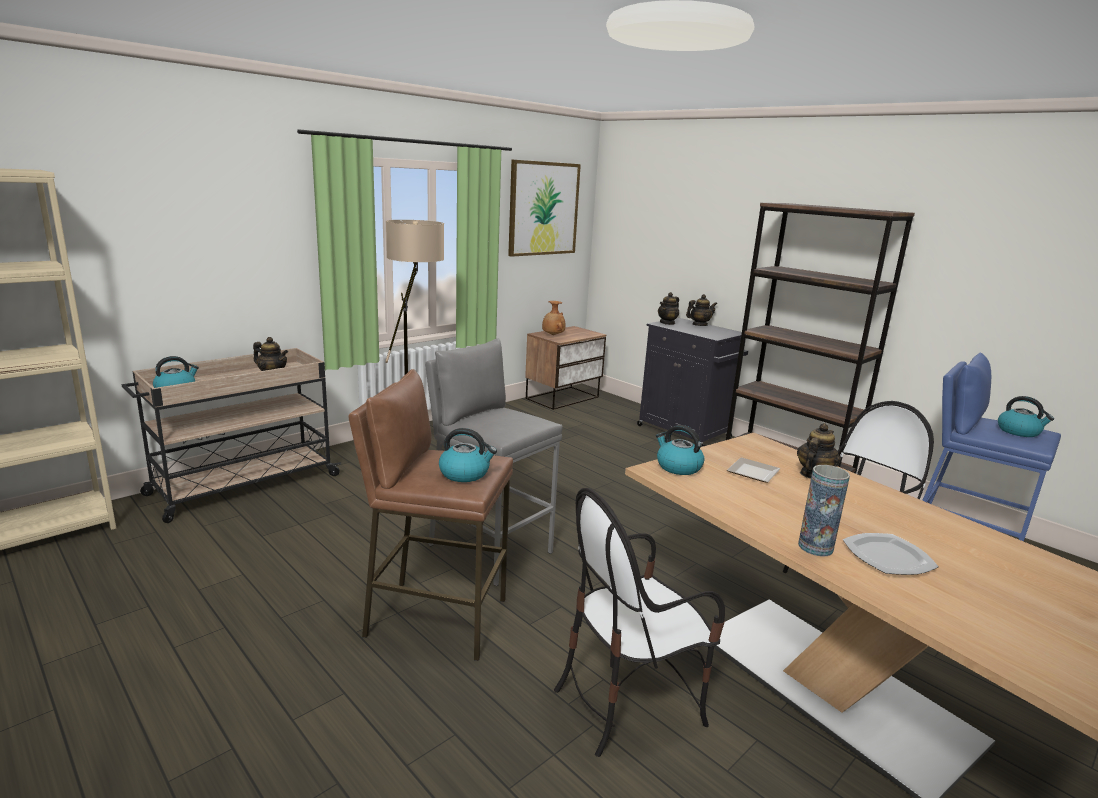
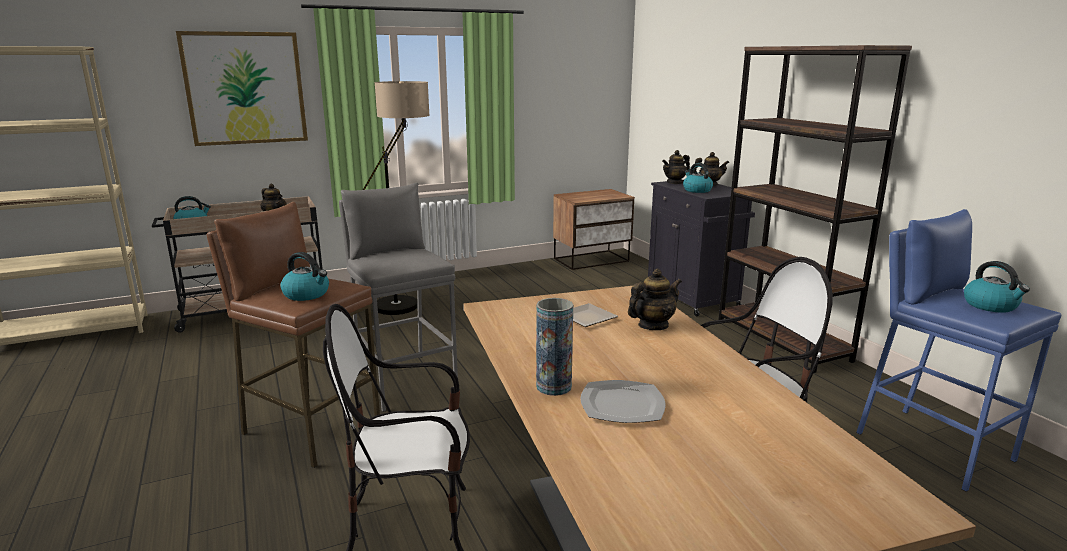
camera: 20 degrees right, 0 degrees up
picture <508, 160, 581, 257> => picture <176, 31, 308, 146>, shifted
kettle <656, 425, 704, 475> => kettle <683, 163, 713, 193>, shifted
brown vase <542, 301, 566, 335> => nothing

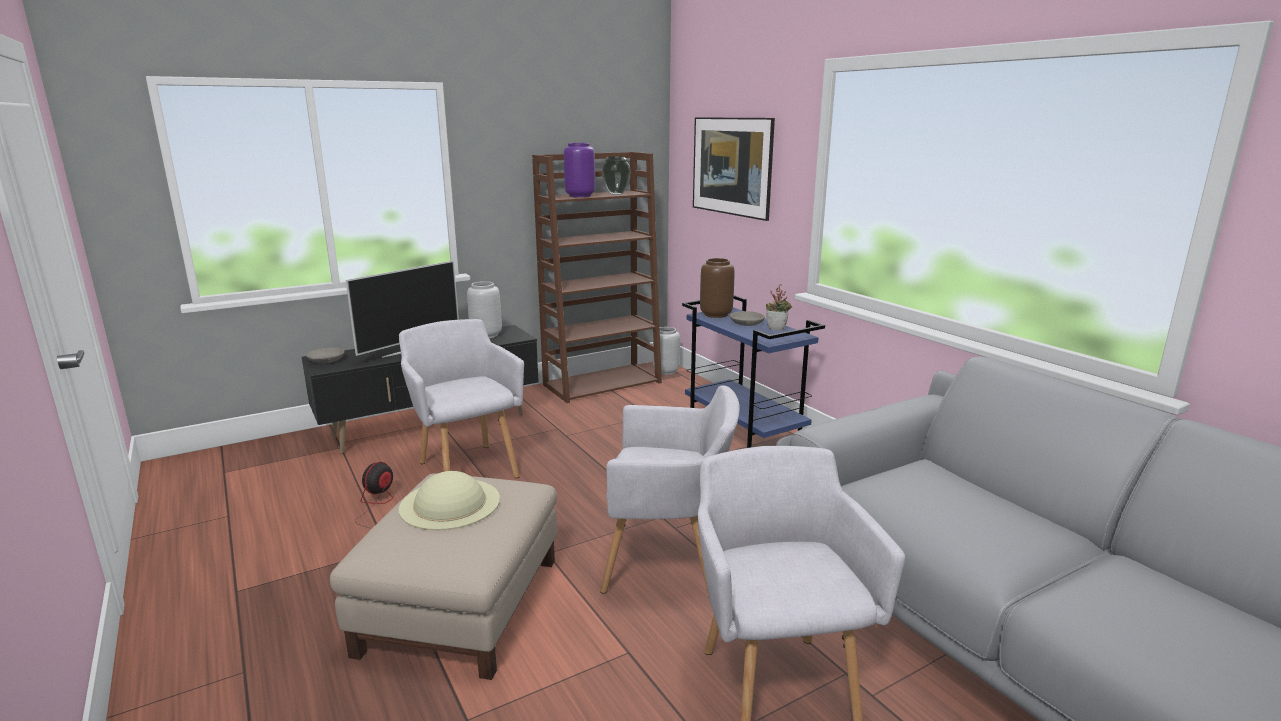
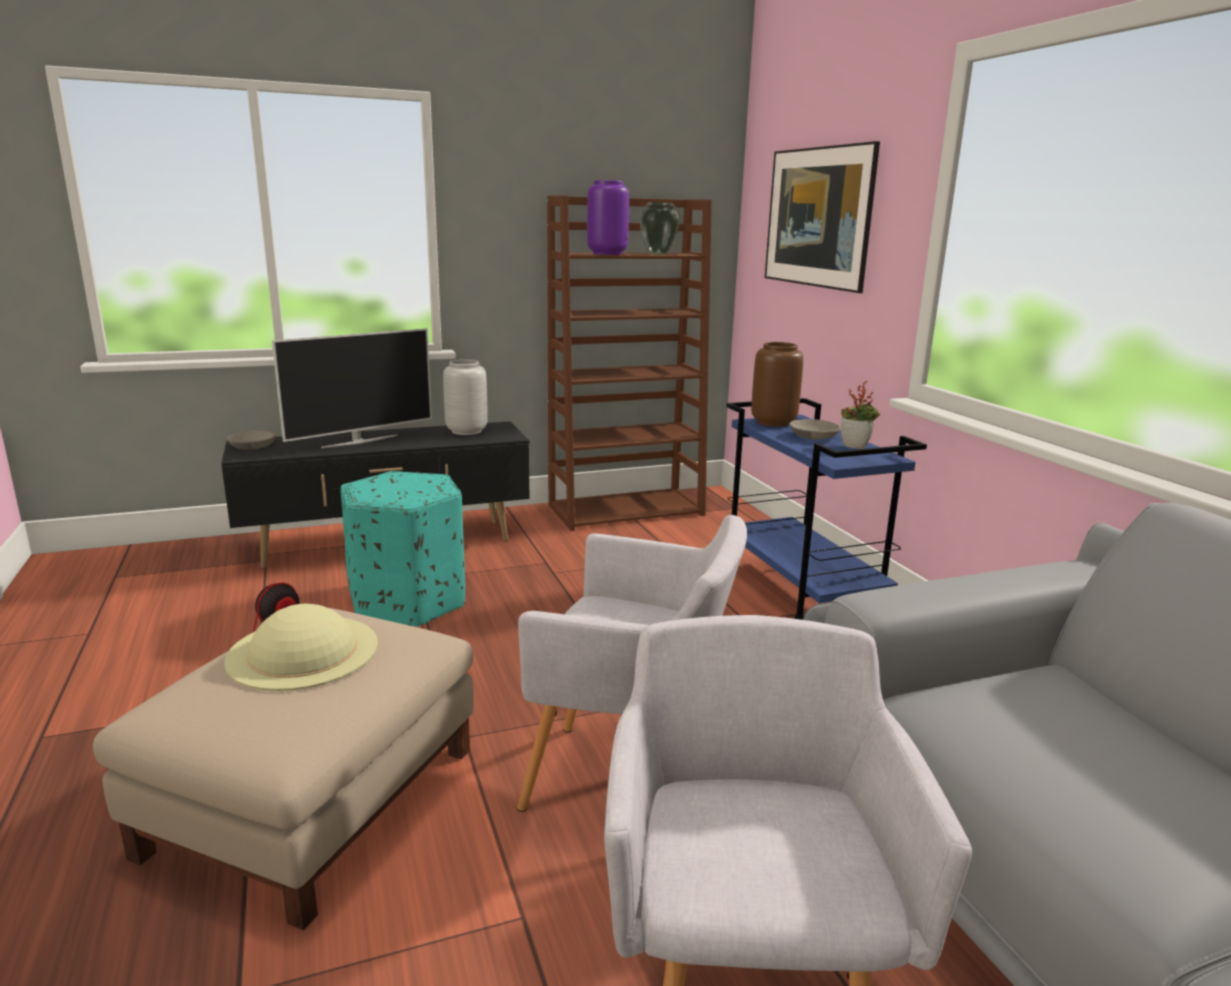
camera: 10 degrees right, 0 degrees up
grey armchair <399, 319, 524, 478> => turquoise ottoman <340, 471, 465, 627>
grey vase <653, 327, 680, 375> => nothing

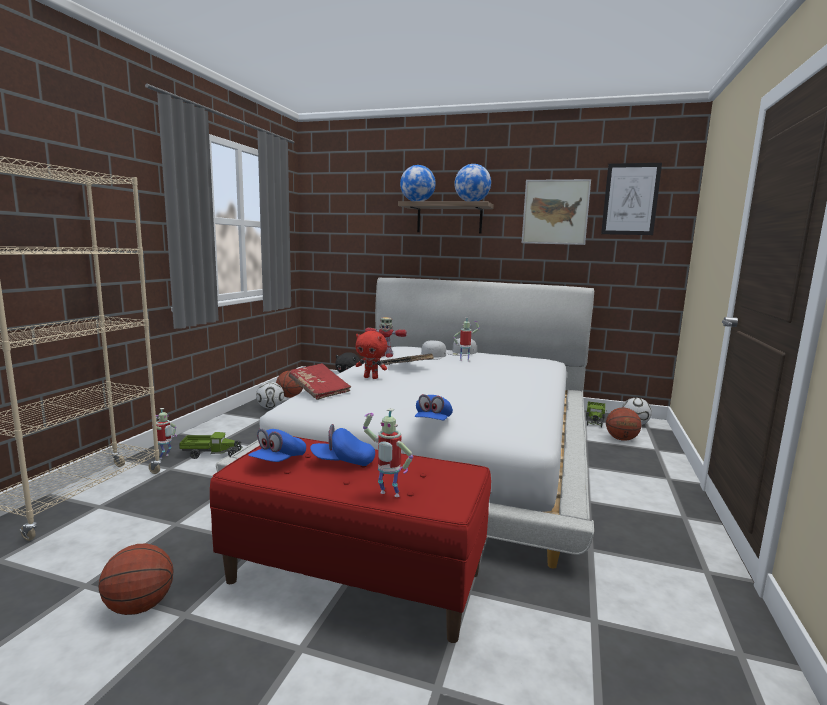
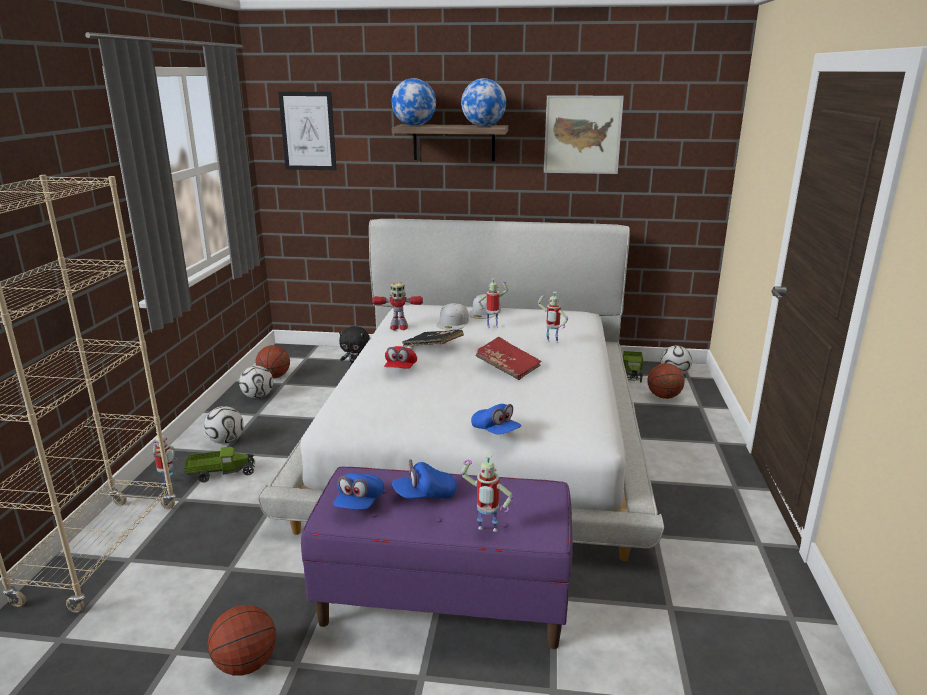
camera: 10 degrees left, 10 degrees up
nothing => football <204, 406, 244, 444>
picture <601, 163, 662, 235> => picture <278, 92, 336, 170>, shifted
red bench <210, 436, 491, 643> => purple bench <301, 467, 573, 649>
red plush toy <356, 331, 387, 379> => red cap <384, 346, 417, 369>
blue cap <415, 394, 453, 420> => blue cap <471, 404, 521, 434>, 45 degrees counterclockwise
red book <289, 363, 351, 400> => red book <476, 337, 541, 380>, shifted
nothing => toy robot <538, 292, 568, 343>

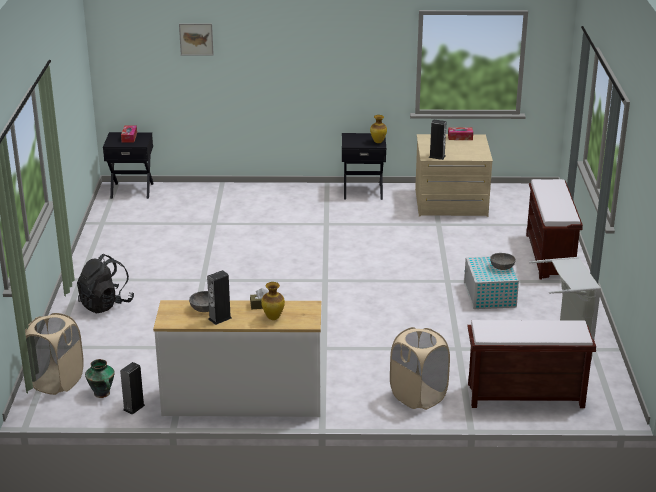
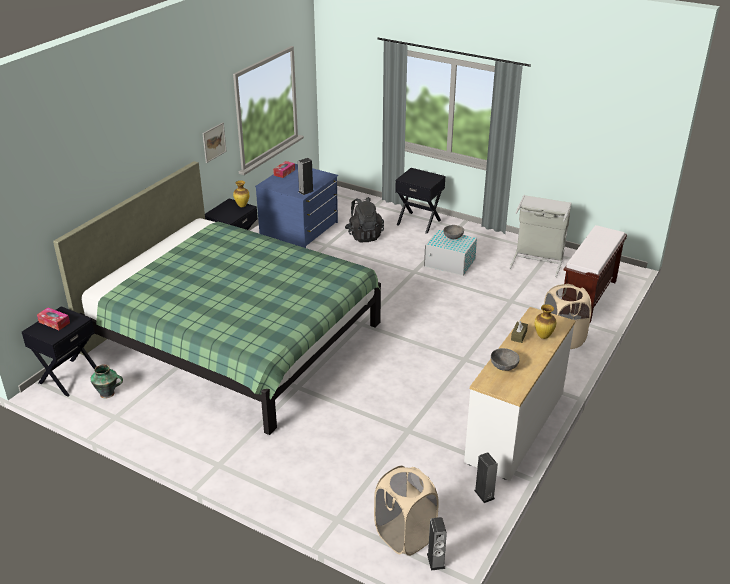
camera: 60 degrees left, 5 degrees up
nothing => green bed <53, 161, 381, 435>
vase <85, 359, 115, 398> => vase <90, 364, 123, 398>, shifted
picture <179, 23, 214, 56> => picture <202, 122, 227, 163>, shifted
beige dresser <415, 134, 493, 217> => blue dresser <255, 164, 338, 248>
black backpack <77, 254, 134, 314> => black backpack <345, 197, 384, 242>, shifted
brown bench <526, 179, 583, 280> => black nightstand <395, 168, 446, 234>
speaker <207, 270, 232, 325> => speaker <427, 517, 447, 571>, shifted

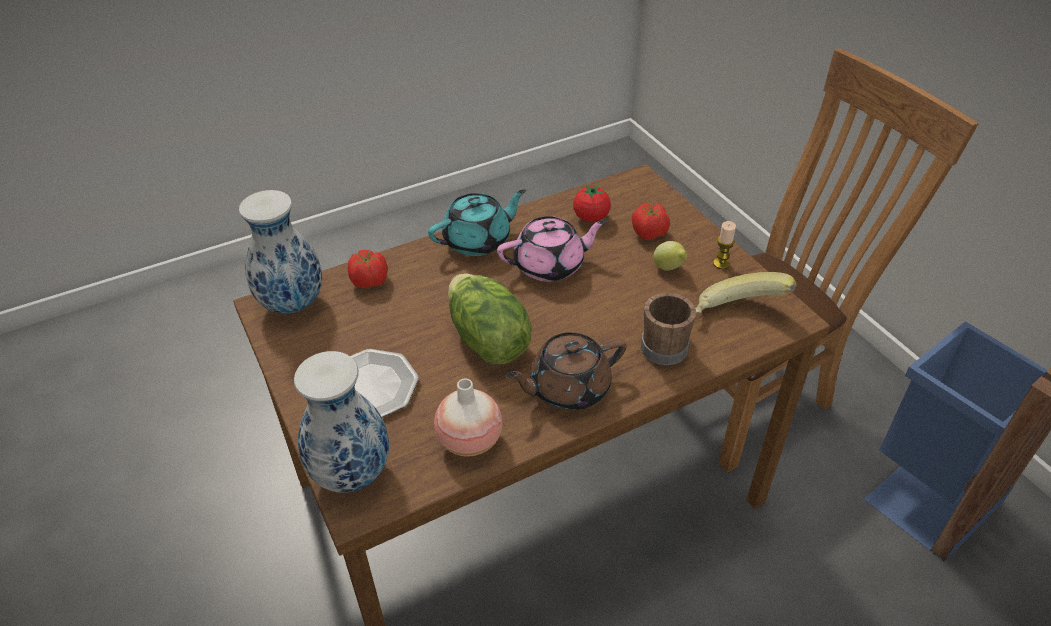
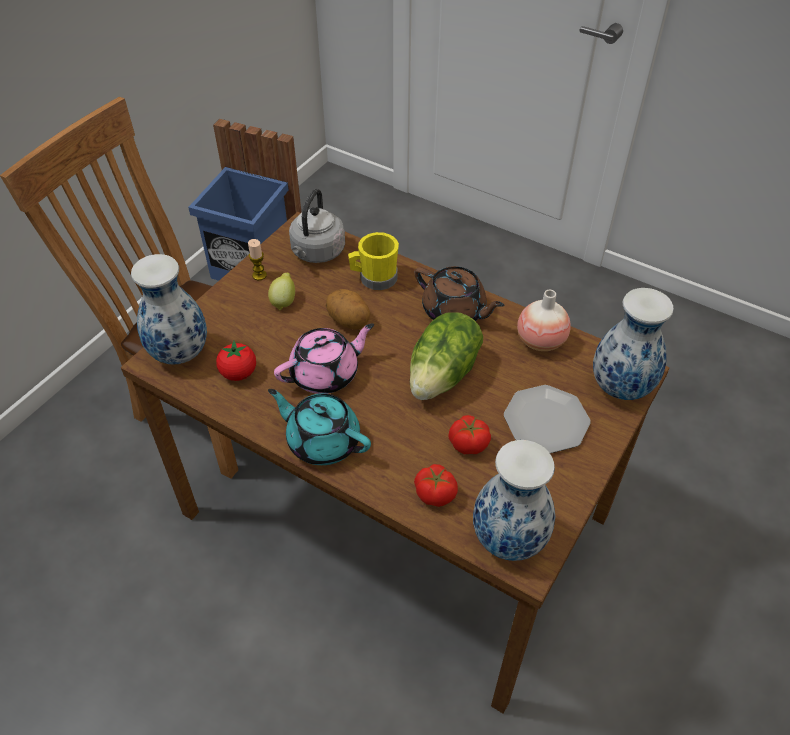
camera: 120 degrees left, 5 degrees up
nothing => vase <131, 254, 207, 365>
pink teapot <497, 216, 607, 282> => pink teapot <274, 324, 374, 394>, 105 degrees clockwise
banana <695, 272, 797, 314> => grey kettle <289, 189, 345, 263>
nothing => potato <326, 289, 370, 330>
brown mug <641, 293, 696, 365> => yellow mug <348, 232, 399, 290>
tomato <632, 203, 670, 240> => tomato <448, 415, 491, 454>, shifted

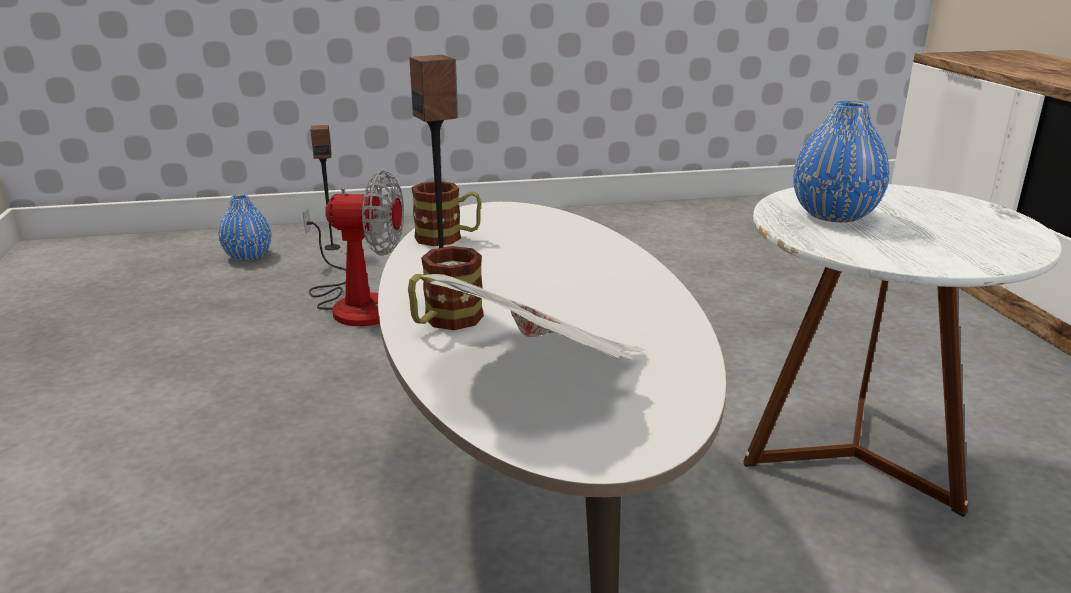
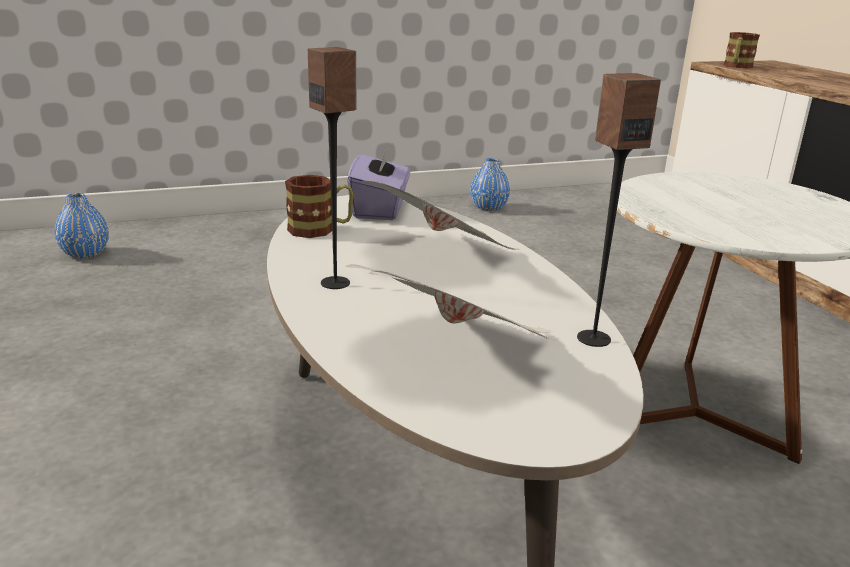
camera: 10 degrees left, 0 degrees up
nothing => purple tissue box <347, 142, 410, 220>
nothing => newspaper <359, 180, 521, 250>
blue vase <793, 101, 889, 223> => blue vase <470, 158, 510, 211>, shifted
speaker <311, 125, 340, 250> => speaker <577, 73, 661, 347>, shifted
mug <408, 246, 484, 330> => mug <724, 32, 760, 68>, shifted
fan <303, 171, 404, 326> => nothing

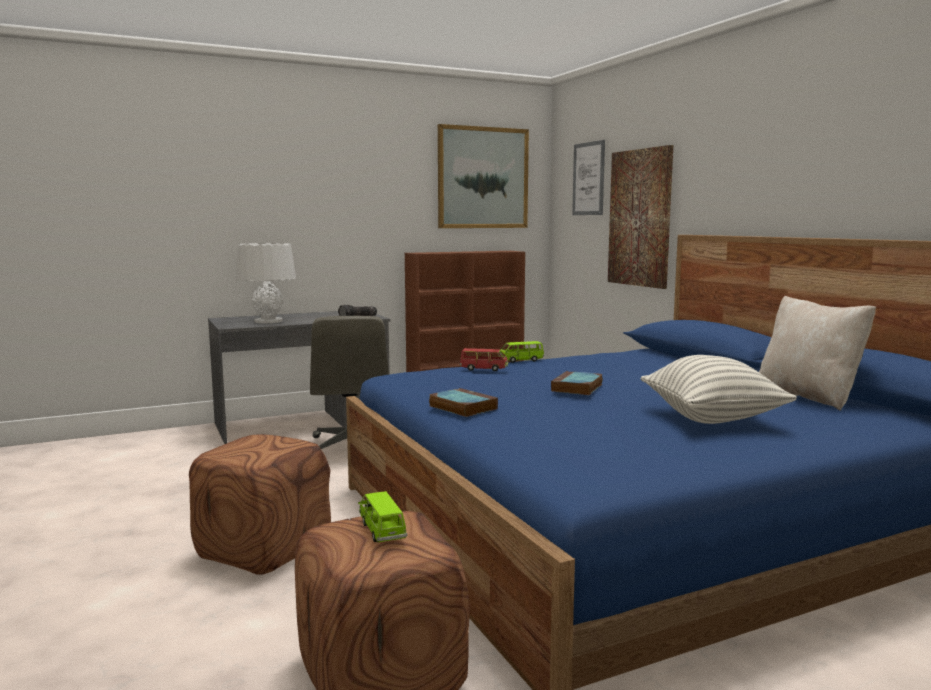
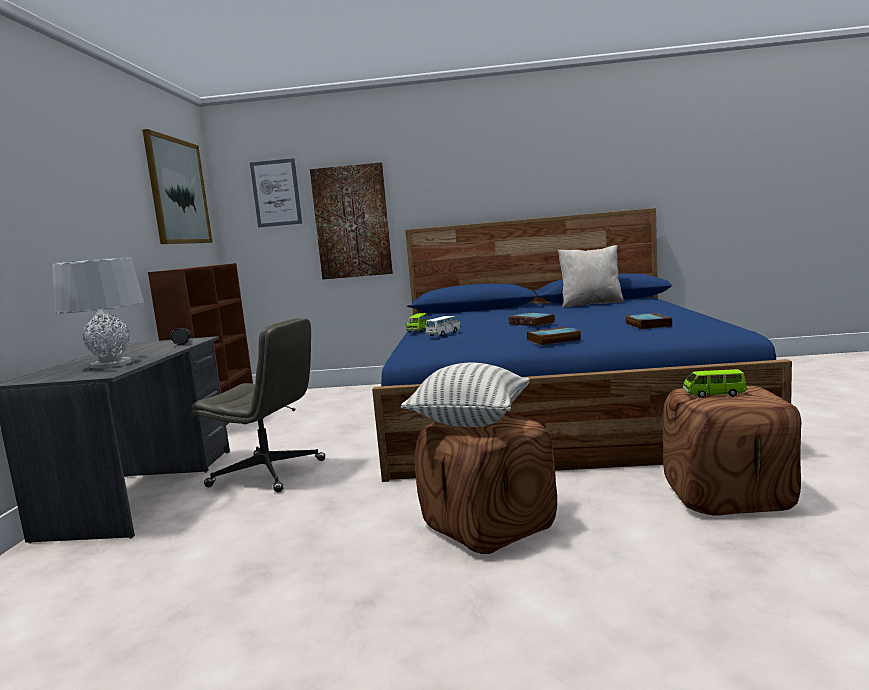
camera: 60 degrees left, 0 degrees up
pillow <640, 355, 797, 424> => pillow <401, 363, 530, 427>, shifted
red toy car <460, 348, 508, 371> => white toy car <425, 316, 461, 336>
nothing => book <626, 313, 672, 329>

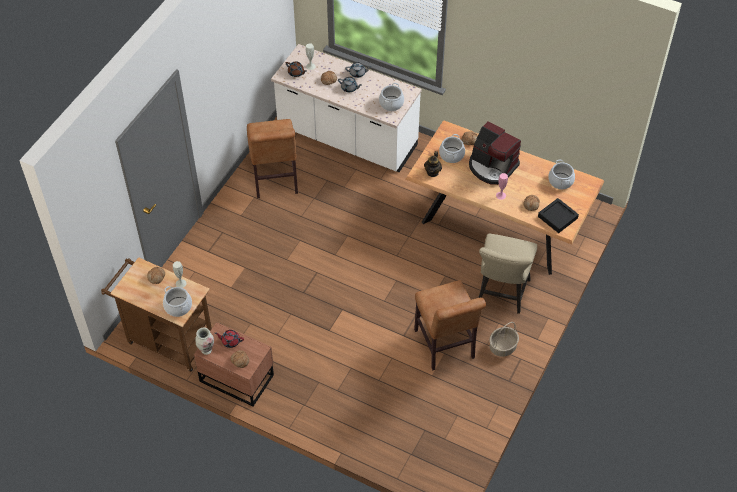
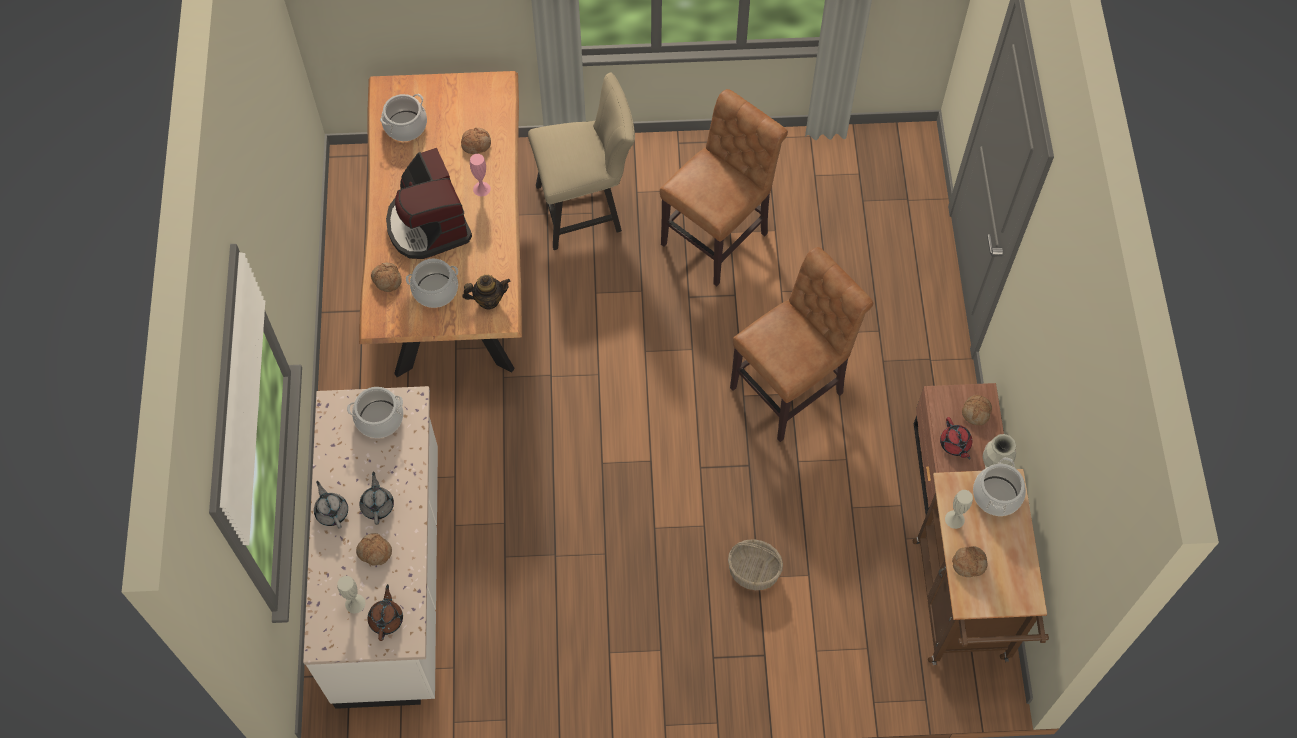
camera: 120 degrees left, 10 degrees up
coffee machine <469, 121, 521, 185> => coffee machine <386, 148, 472, 259>, 150 degrees clockwise
basket <489, 322, 519, 357> => basket <728, 539, 783, 590>, shifted
brown chair <247, 119, 298, 198> => brown chair <730, 247, 873, 442>, shifted
black tray <538, 198, 579, 233> => nothing

